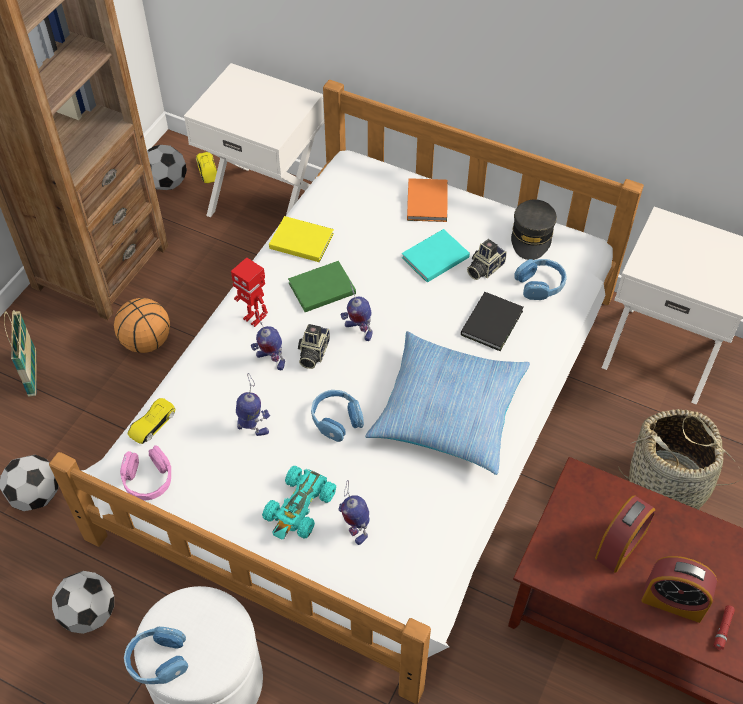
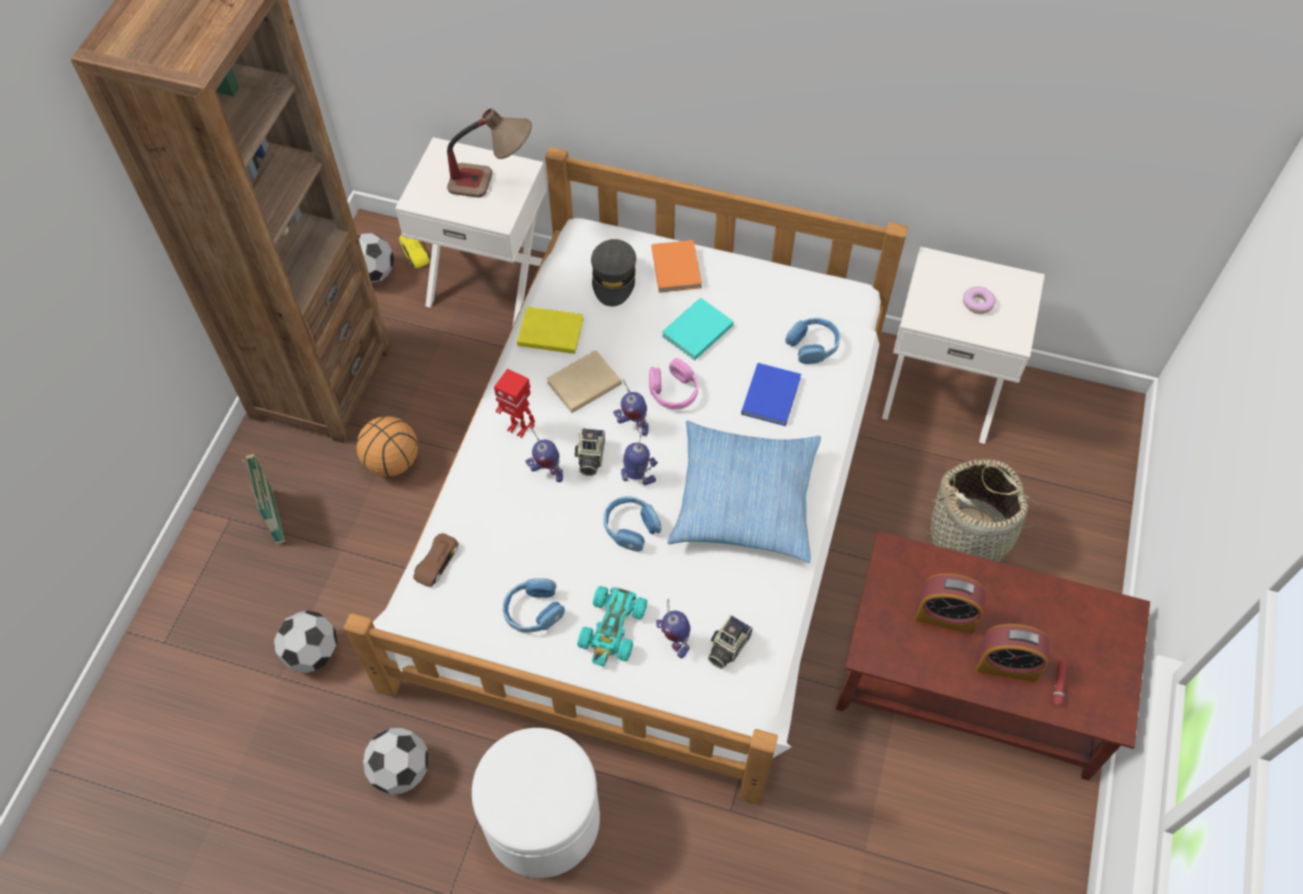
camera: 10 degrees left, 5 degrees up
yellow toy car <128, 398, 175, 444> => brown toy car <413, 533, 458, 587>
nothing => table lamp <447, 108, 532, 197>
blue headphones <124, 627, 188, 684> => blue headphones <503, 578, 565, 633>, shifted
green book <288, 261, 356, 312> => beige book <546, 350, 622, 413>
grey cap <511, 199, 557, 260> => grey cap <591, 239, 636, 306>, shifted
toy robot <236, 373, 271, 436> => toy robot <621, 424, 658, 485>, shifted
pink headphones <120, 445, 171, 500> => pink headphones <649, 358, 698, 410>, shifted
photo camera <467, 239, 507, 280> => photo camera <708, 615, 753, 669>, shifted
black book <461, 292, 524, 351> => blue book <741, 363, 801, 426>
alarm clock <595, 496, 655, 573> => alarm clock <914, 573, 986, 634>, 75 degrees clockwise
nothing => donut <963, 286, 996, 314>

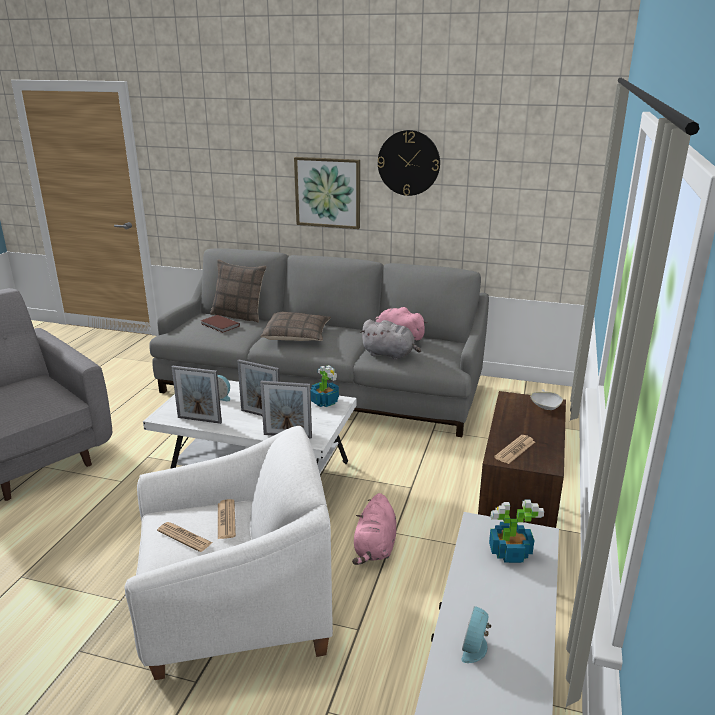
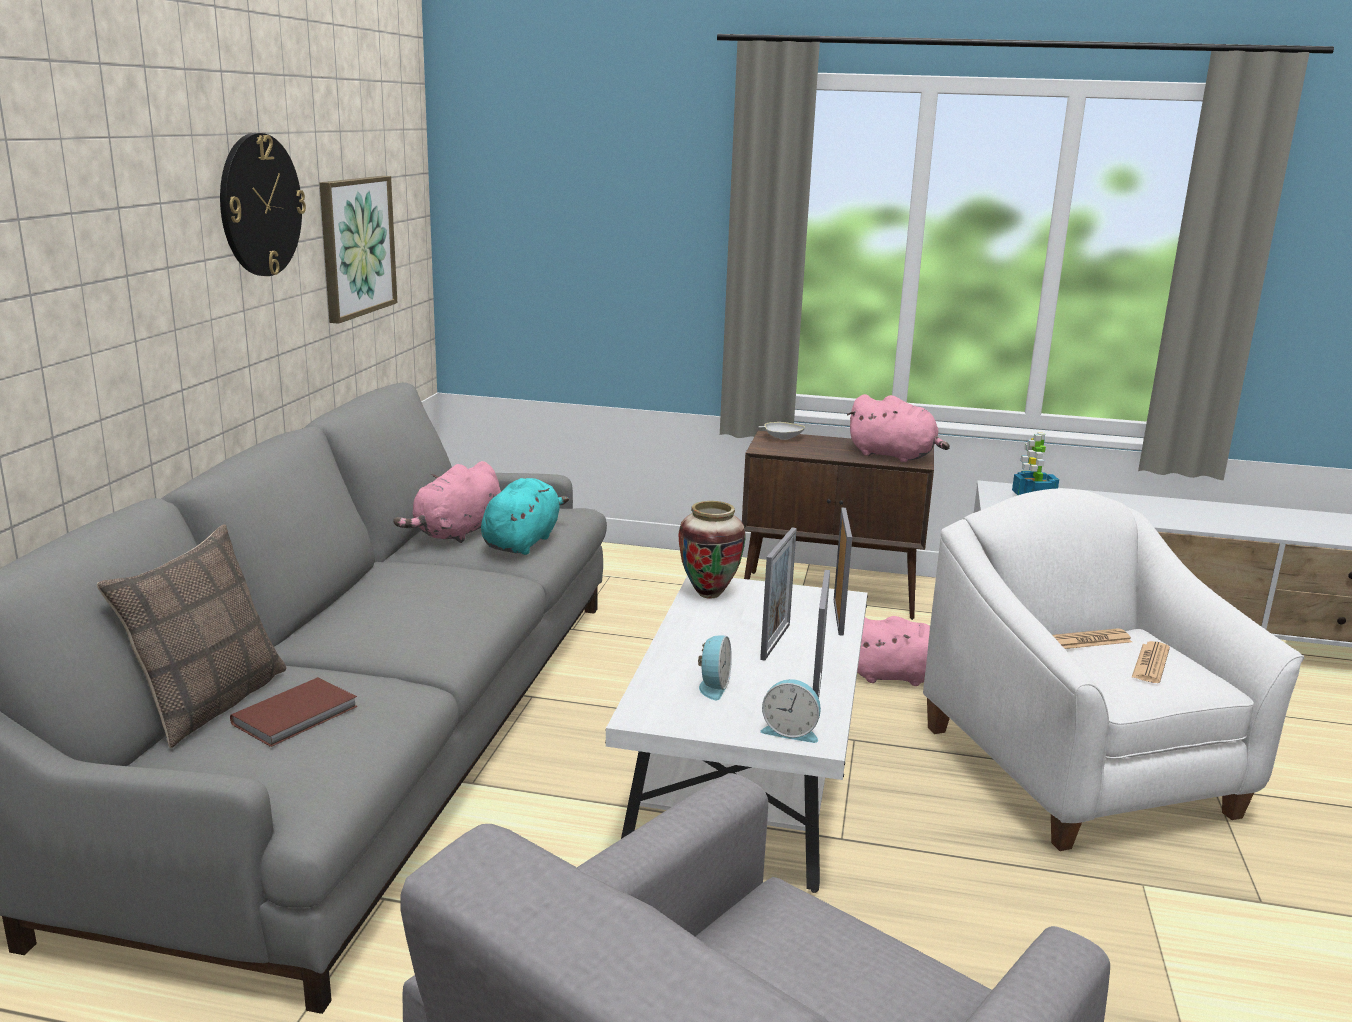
camera: 95 degrees left, 5 degrees down
picture <294, 157, 360, 229> => picture <319, 176, 397, 324>, shifted
grey plush toy <360, 319, 421, 360> => turquoise plush toy <481, 478, 569, 555>
potted plant <311, 365, 339, 407> => vase <678, 501, 746, 599>
alarm clock <462, 606, 491, 663> => alarm clock <760, 679, 821, 743>, shifted
newspaper <494, 435, 535, 464> => pink plush toy <847, 394, 950, 462>
pillow <260, 312, 331, 341> => nothing

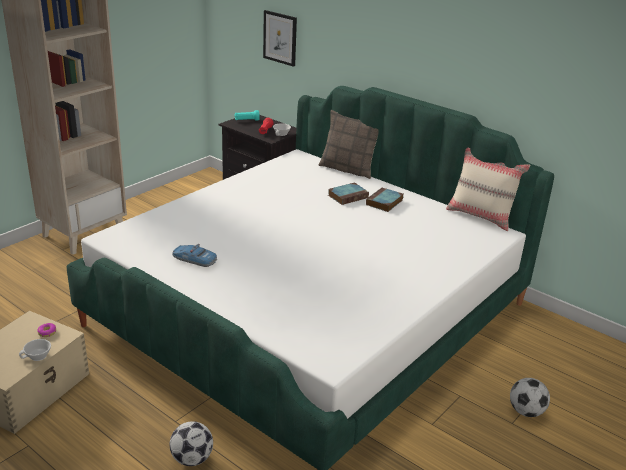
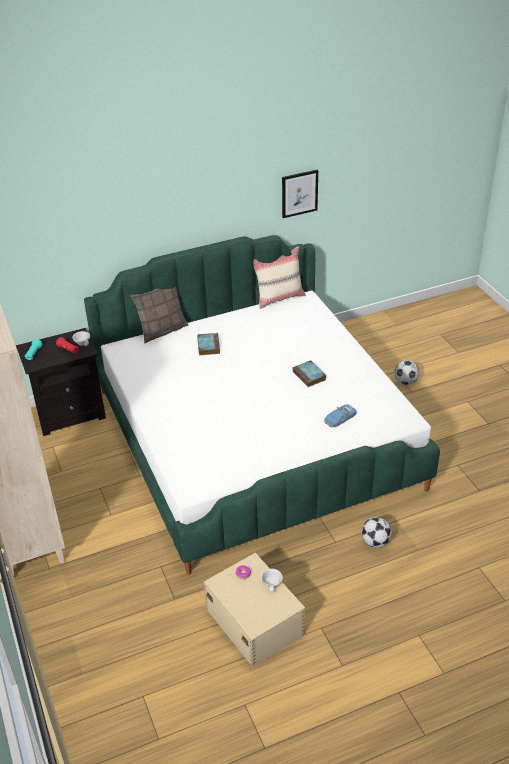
camera: 60 degrees left, 10 degrees up
picture <263, 10, 297, 67> => picture <282, 169, 318, 218>, shifted
book <366, 187, 403, 212> => book <293, 360, 326, 387>, shifted
toy car <172, 244, 217, 267> => toy car <324, 404, 357, 427>, shifted

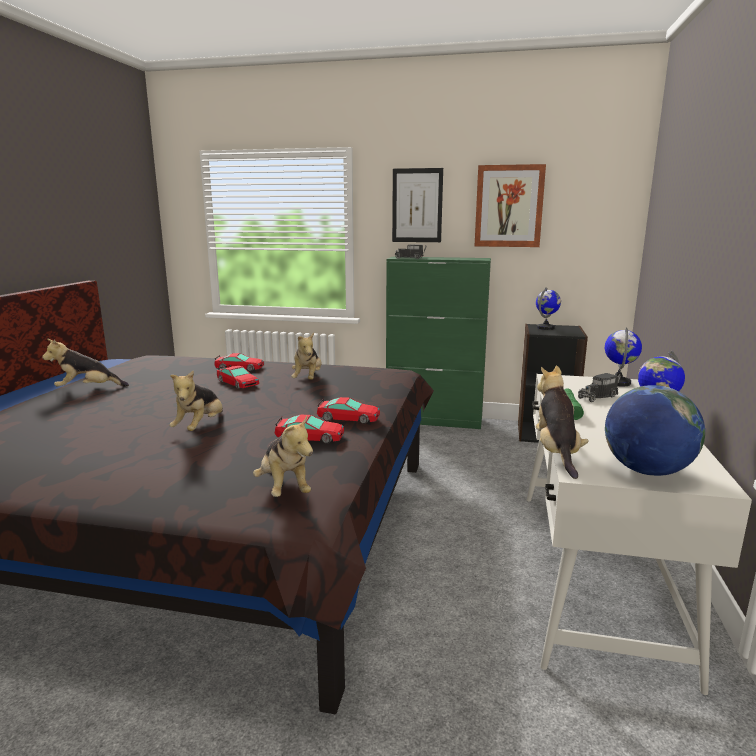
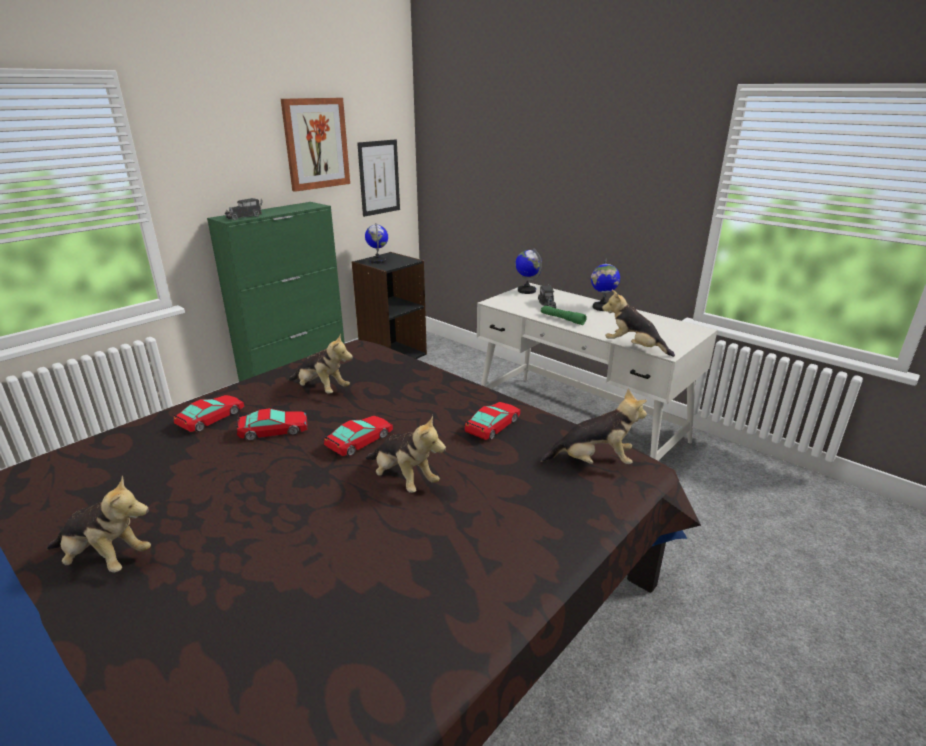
camera: 60 degrees left, 10 degrees up
plush toy <42, 339, 129, 387> => plush toy <47, 476, 151, 573>, 90 degrees counterclockwise
toy car <317, 397, 380, 424> => toy car <324, 416, 393, 456>, shifted
picture <392, 168, 443, 242> => picture <357, 139, 400, 217>, shifted
globe <605, 385, 705, 476> => nothing

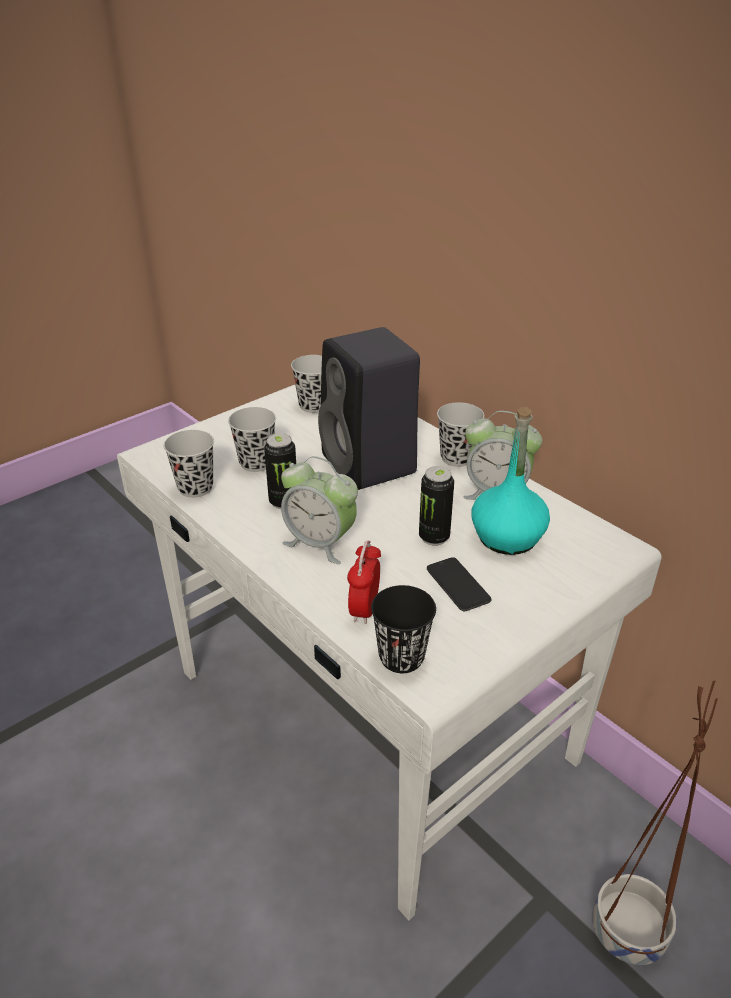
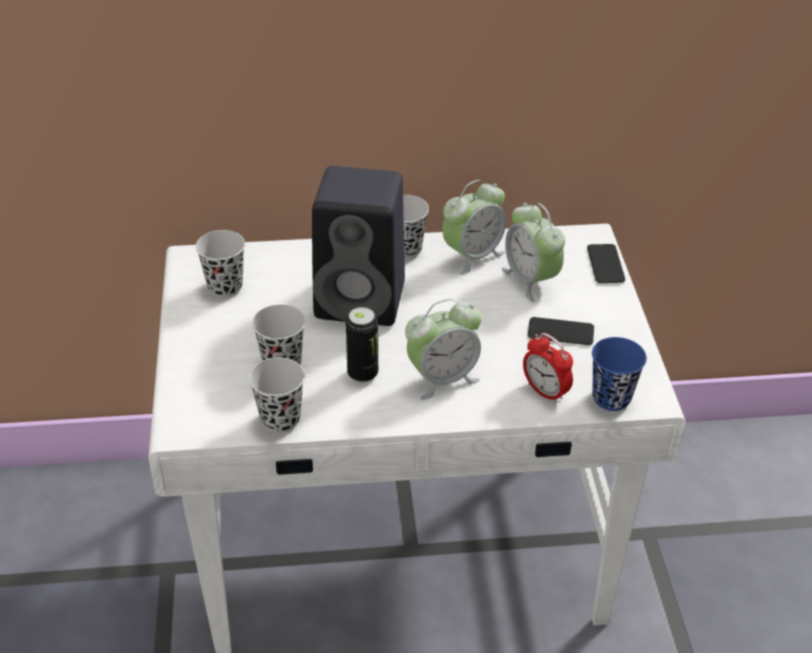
camera: 55 degrees left, 5 degrees up
turquoise bottle <472, 407, 550, 555> => alarm clock <502, 203, 565, 302>
nothing => phone <587, 244, 625, 283>
black cup <371, 585, 436, 673> => blue cup <592, 337, 647, 411>
can <419, 466, 454, 546> => nothing
brown planter <592, 681, 718, 965> => nothing

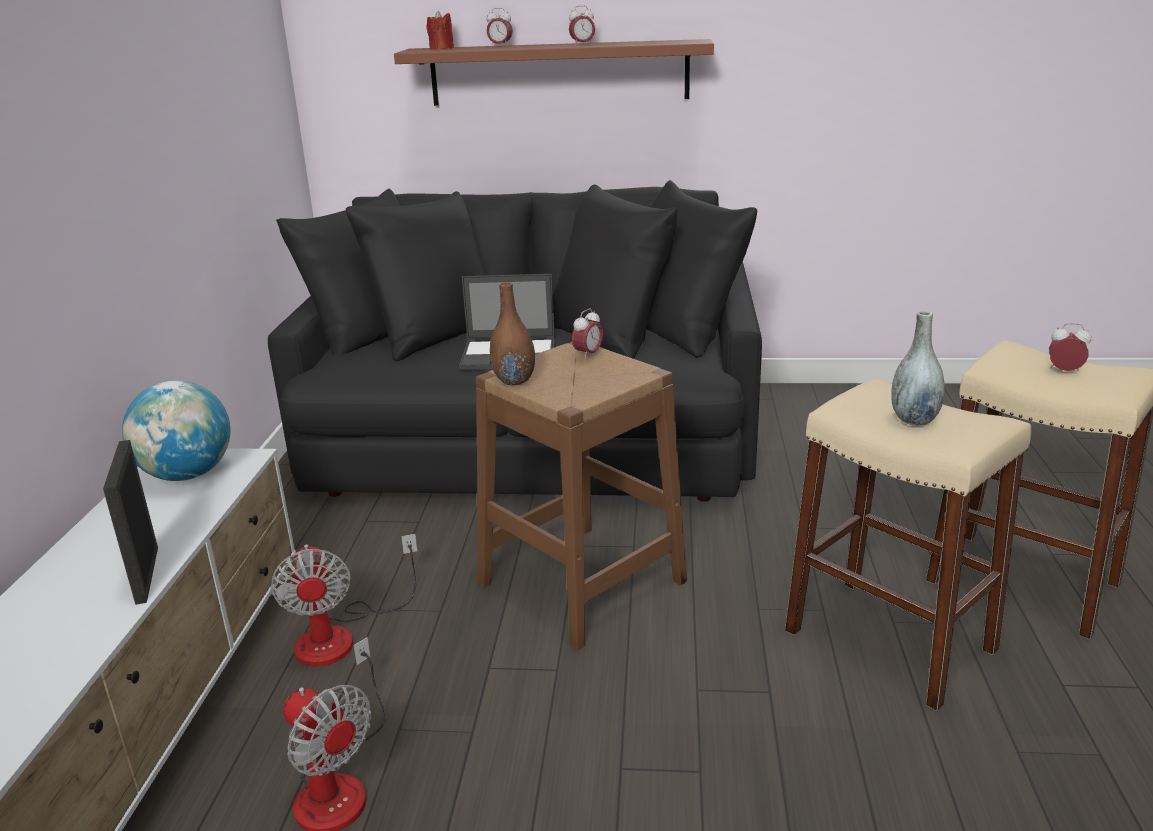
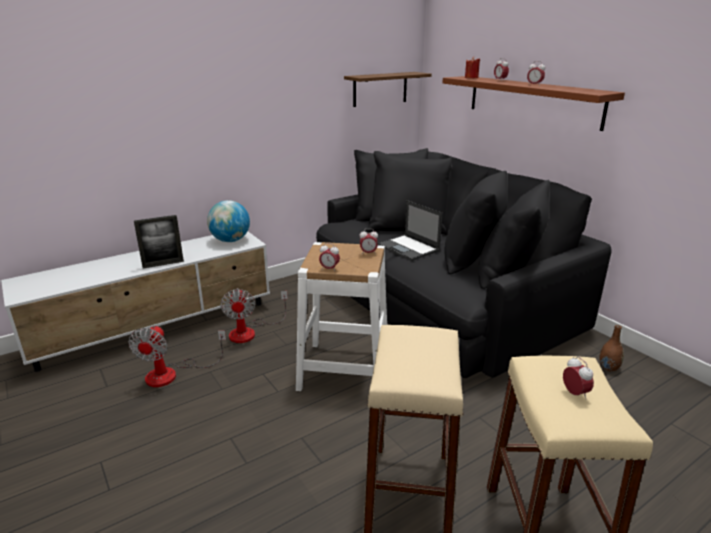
camera: 50 degrees right, 0 degrees up
picture frame <103, 440, 158, 605> => picture frame <134, 215, 184, 269>, 150 degrees counterclockwise
fan <271, 534, 417, 667> => fan <220, 288, 288, 343>, 45 degrees counterclockwise
brown stool <475, 342, 687, 651> => white stool <296, 242, 387, 391>
nothing => alarm clock <319, 243, 340, 270>
nothing => brown shelf <344, 72, 432, 107>
brown vase <490, 282, 535, 385> => brown vase <599, 325, 624, 372>, shifted
grey vase <891, 311, 945, 426> => nothing

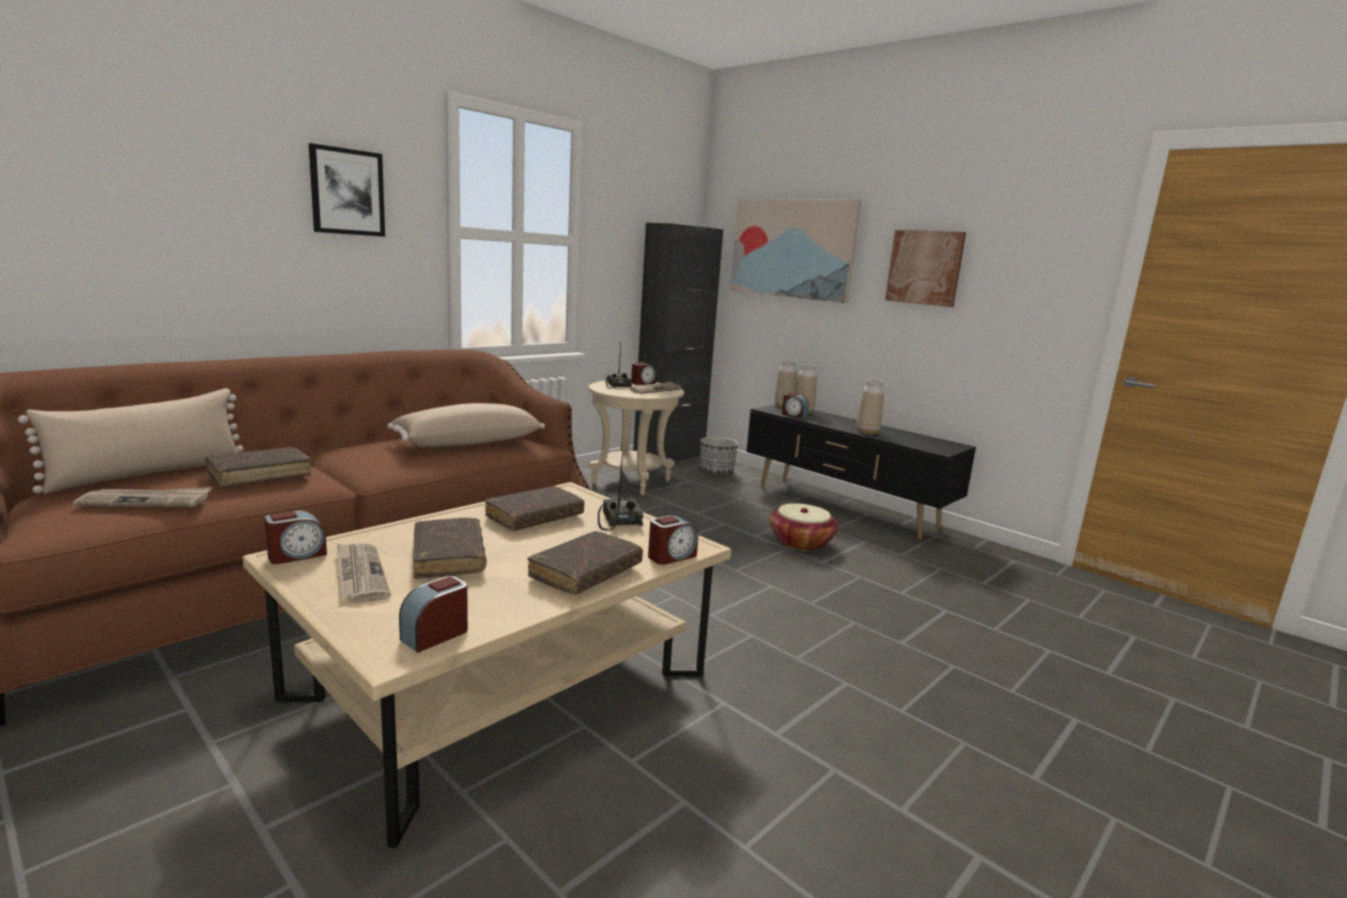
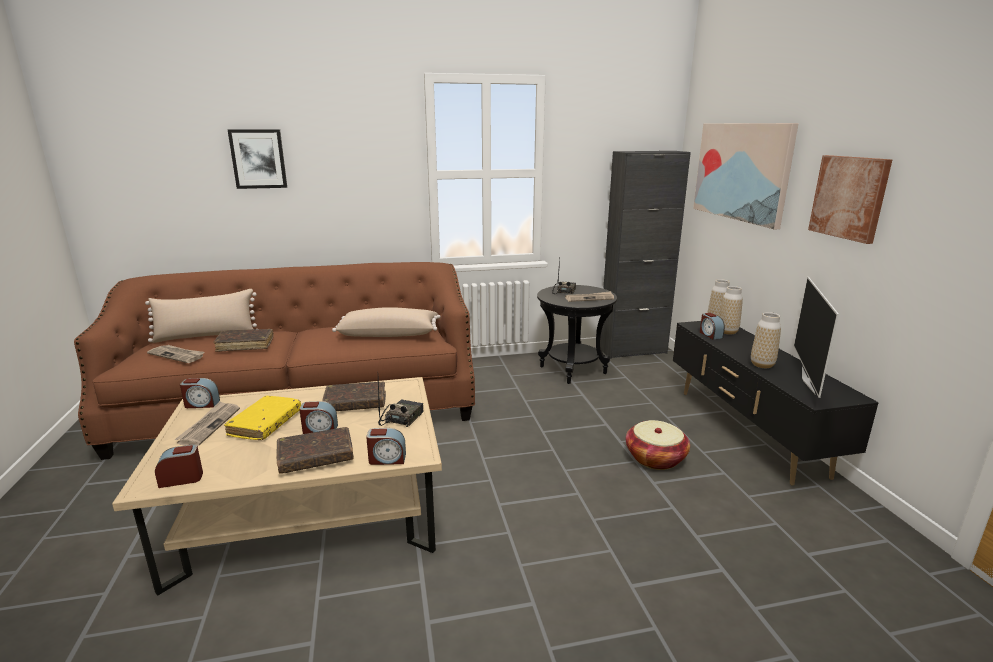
camera: 35 degrees right, 5 degrees up
brown book <413, 518, 486, 579> => yellow book <224, 396, 301, 440>
picture <309, 143, 385, 237> => picture <227, 129, 287, 189>, shifted
alarm clock <631, 362, 656, 385> => alarm clock <299, 401, 338, 434>, shifted
beige side table <589, 381, 684, 495> => black side table <537, 285, 617, 384>
nothing => television <794, 277, 839, 398>
planter <700, 437, 738, 475> => nothing

